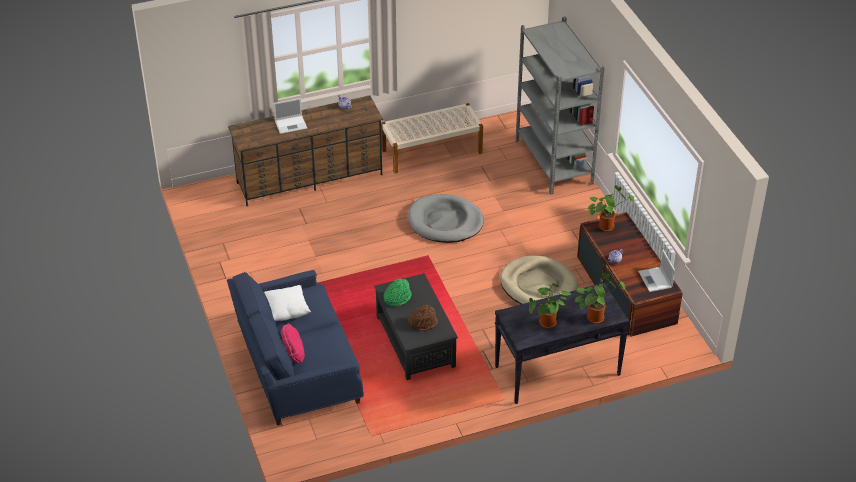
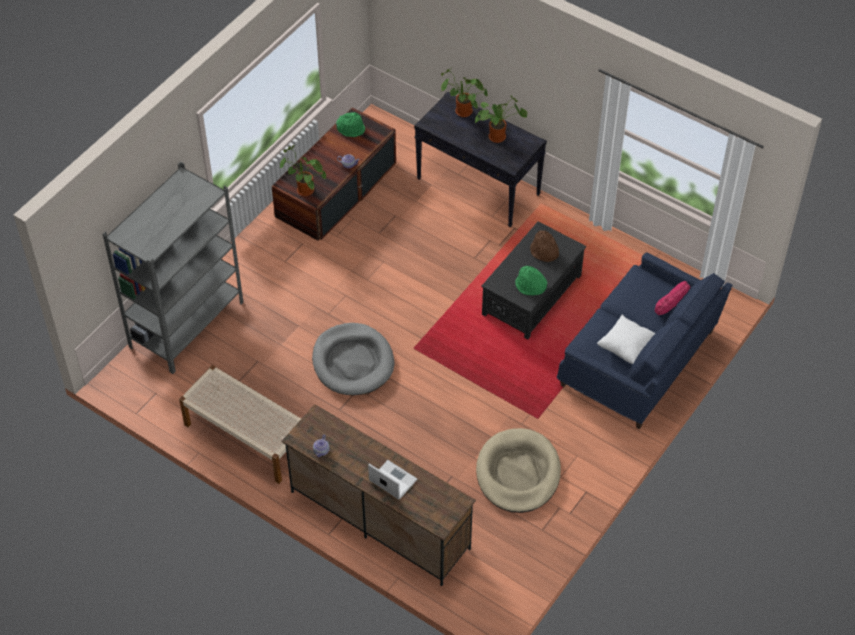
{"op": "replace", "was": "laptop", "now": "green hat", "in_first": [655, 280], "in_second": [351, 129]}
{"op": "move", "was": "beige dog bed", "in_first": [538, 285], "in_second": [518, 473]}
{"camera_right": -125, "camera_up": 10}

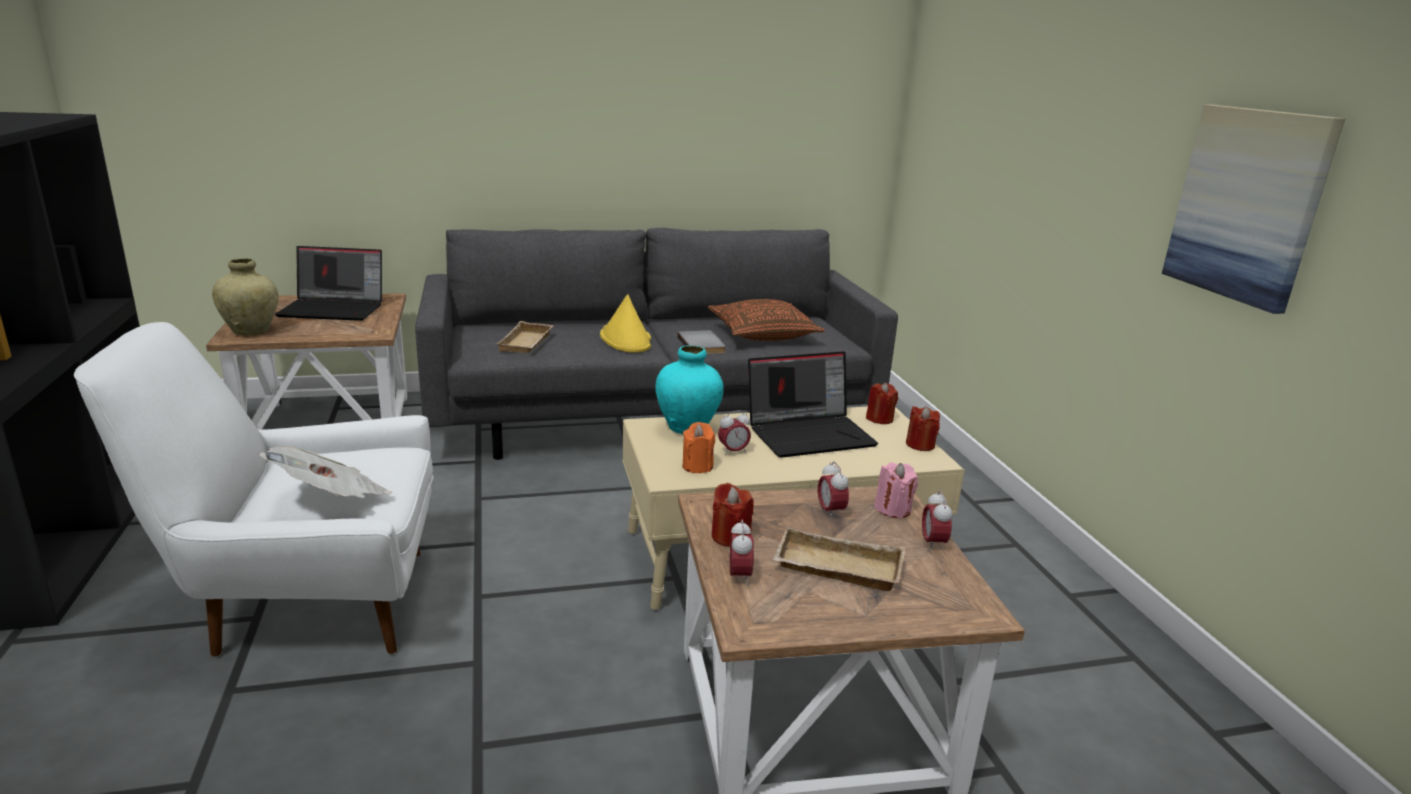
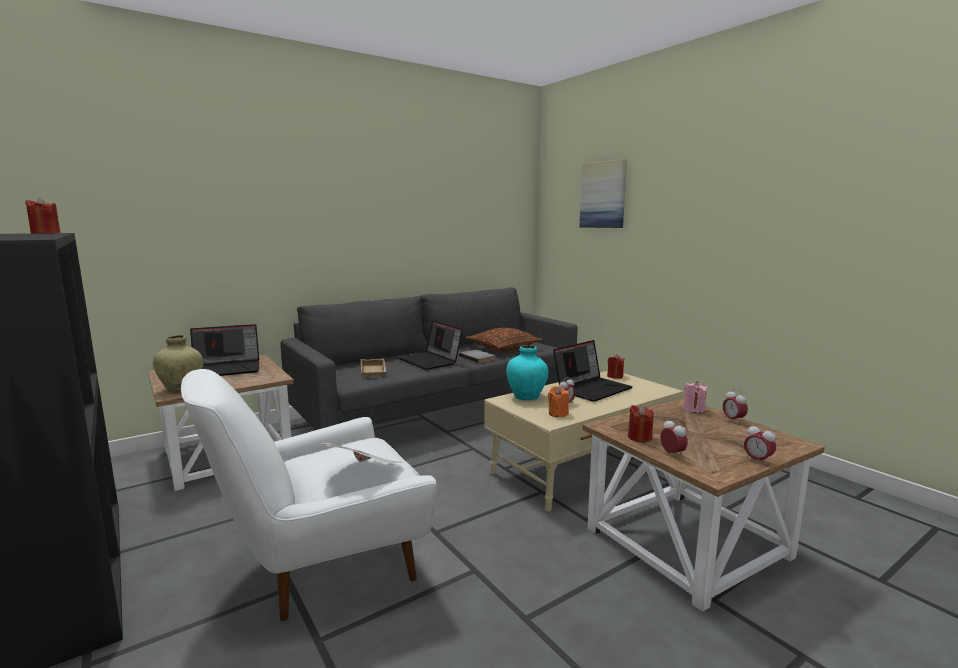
{"op": "move", "was": "red candle", "in_first": [920, 445], "in_second": [45, 233]}
{"op": "replace", "was": "yellow hat", "now": "laptop", "in_first": [626, 339], "in_second": [431, 361]}
{"op": "move", "was": "picture", "in_first": [1248, 205], "in_second": [603, 195]}
{"op": "move", "was": "alarm clock", "in_first": [830, 512], "in_second": [757, 460]}
{"op": "delete", "was": "beige tray", "in_first": [835, 569]}
{"camera_right": -20, "camera_up": -10}

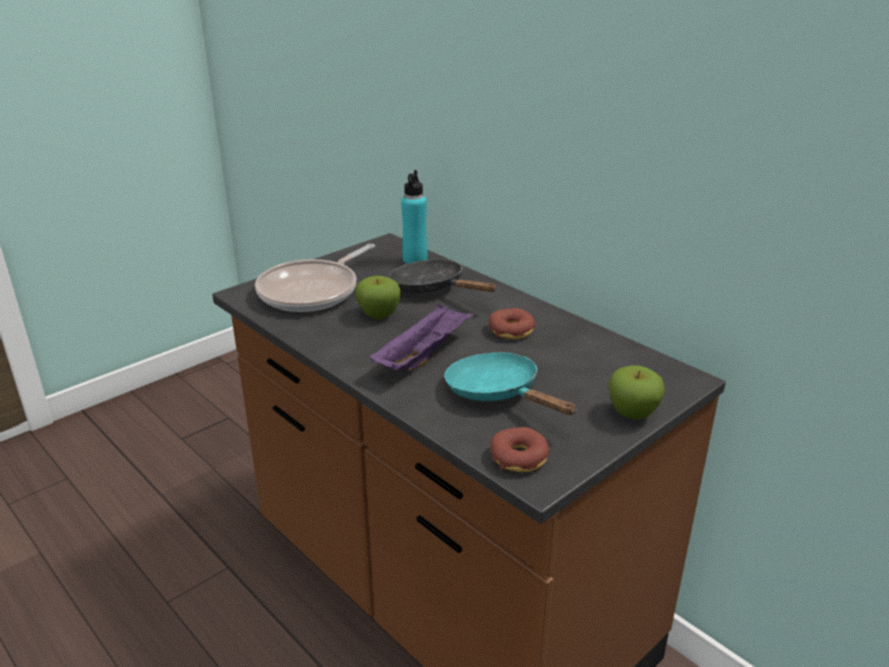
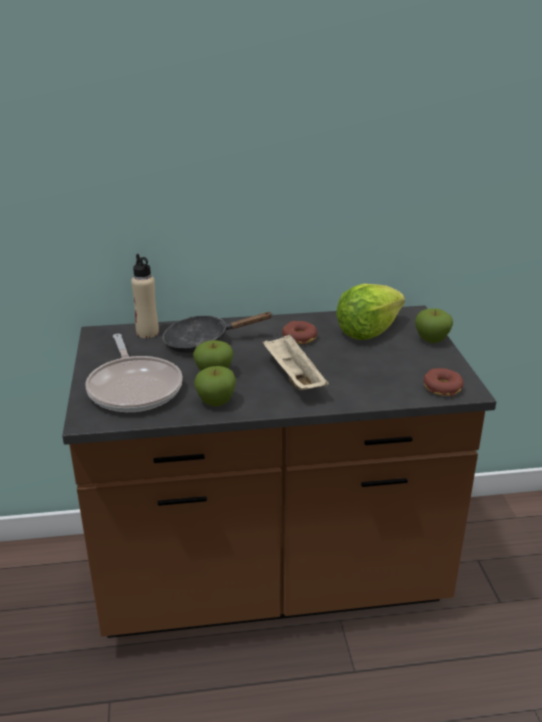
{"op": "recolor", "was": "turquoise bottle", "now": "beige bottle", "in_first": [414, 260], "in_second": [147, 333]}
{"op": "insert", "now": "apple", "in_second": [216, 402]}
{"op": "recolor", "was": "purple tray", "now": "beige tray", "in_first": [423, 355], "in_second": [292, 377]}
{"op": "insert", "now": "lettuce", "in_second": [368, 331]}
{"op": "delete", "was": "turquoise frying pan", "in_first": [498, 393]}
{"camera_right": -55, "camera_up": 0}

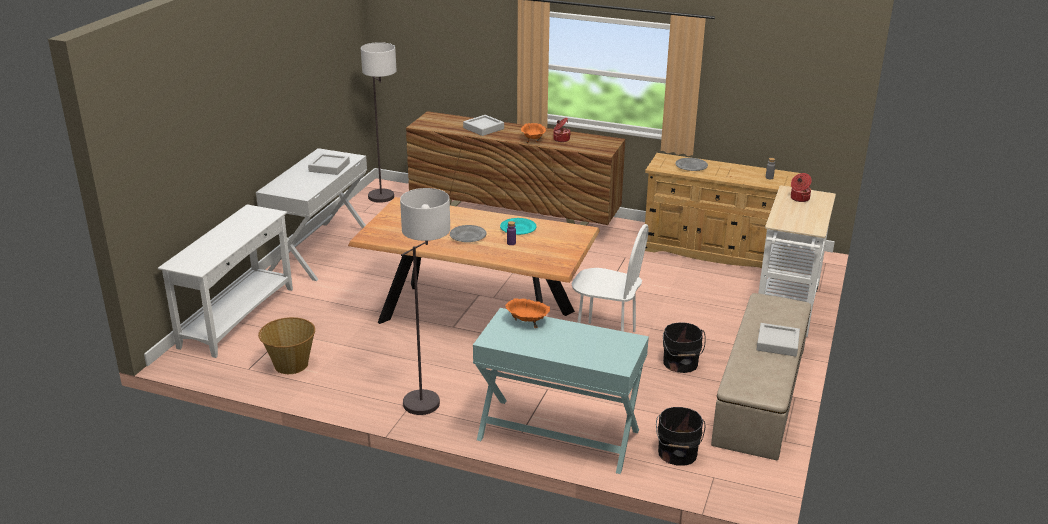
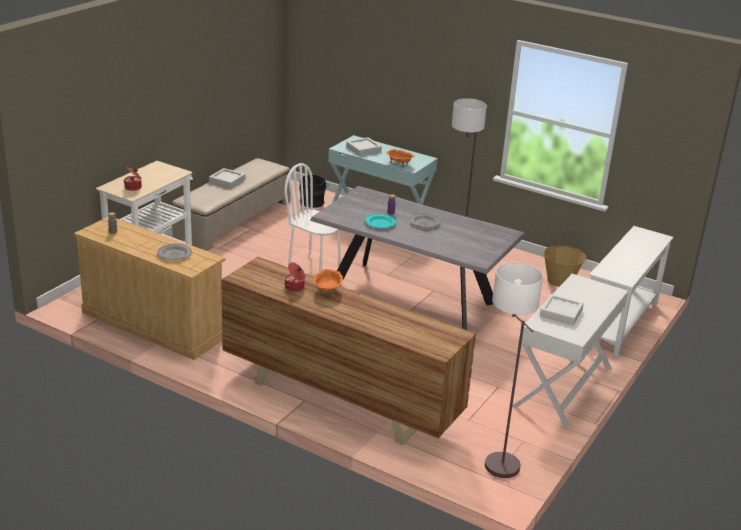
{"op": "recolor", "was": "brown dining table", "now": "grey dining table", "in_first": [477, 316], "in_second": [411, 296]}
{"op": "move", "was": "grey tray", "in_first": [483, 128], "in_second": [363, 149]}
{"op": "delete", "was": "black bucket", "in_first": [680, 364]}
{"camera_right": -170, "camera_up": 0}

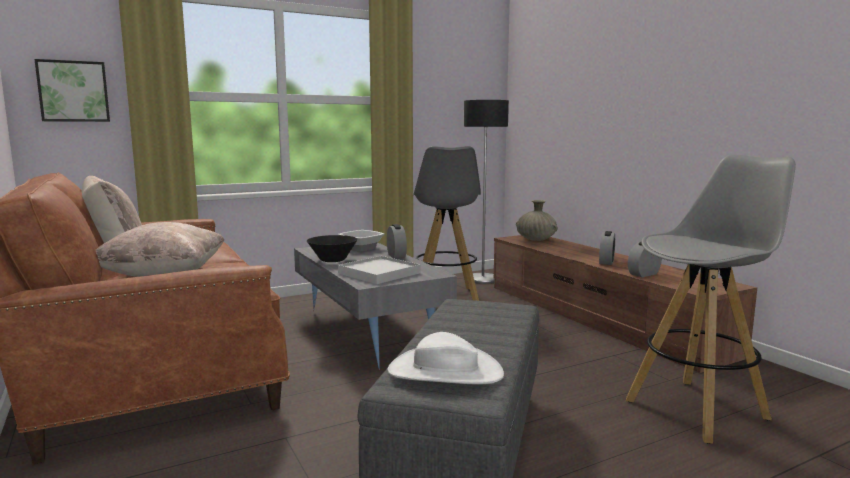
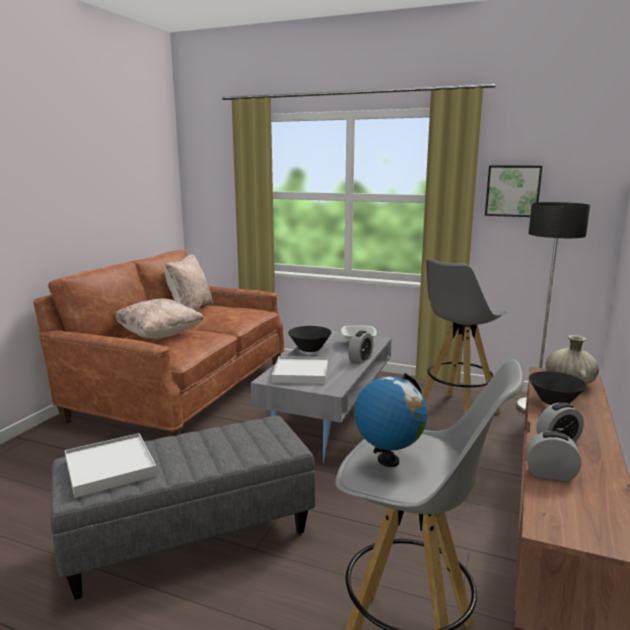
{"op": "replace", "was": "white hat", "now": "white tray", "in_first": [444, 372], "in_second": [110, 468]}
{"op": "insert", "now": "globe", "in_second": [388, 460]}
{"op": "move", "was": "picture", "in_first": [73, 91], "in_second": [513, 191]}
{"op": "insert", "now": "black bowl", "in_second": [554, 402]}
{"camera_right": 50, "camera_up": 5}

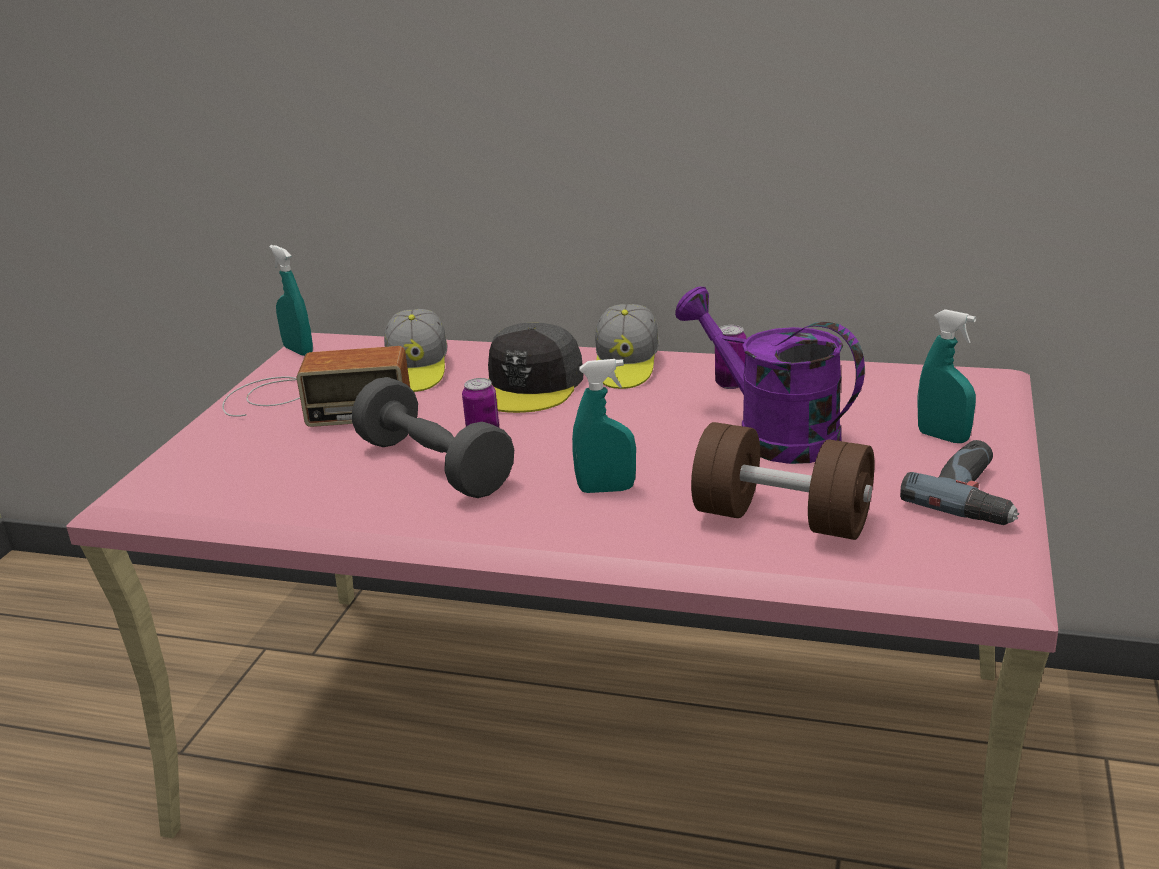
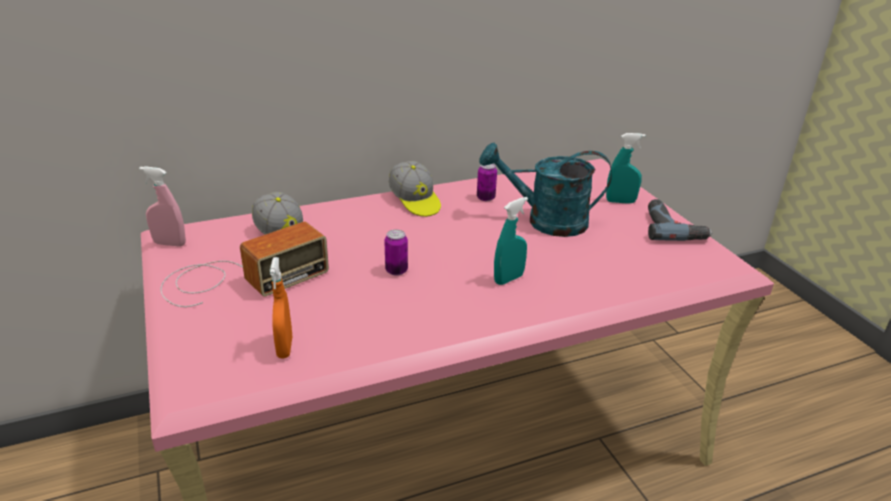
{"op": "recolor", "was": "turquoise spray bottle", "now": "pink spray bottle", "in_first": [298, 350], "in_second": [170, 244]}
{"op": "insert", "now": "orange spray bottle", "in_second": [285, 347]}
{"op": "recolor", "was": "purple watering can", "now": "turquoise watering can", "in_first": [772, 434], "in_second": [546, 221]}
{"op": "delete", "was": "grey dumbbell", "in_first": [434, 466]}
{"op": "delete", "was": "grey cap", "in_first": [531, 385]}
{"op": "delete", "was": "brown dumbbell", "in_first": [782, 519]}
{"camera_right": -40, "camera_up": 5}

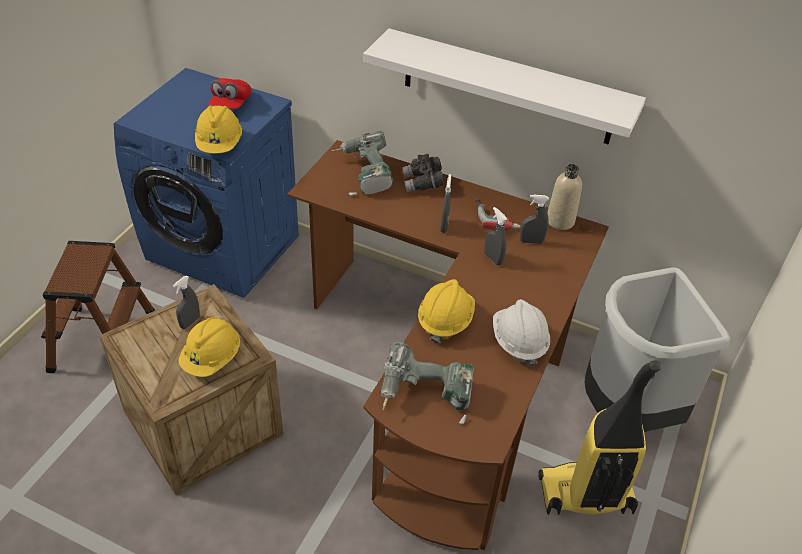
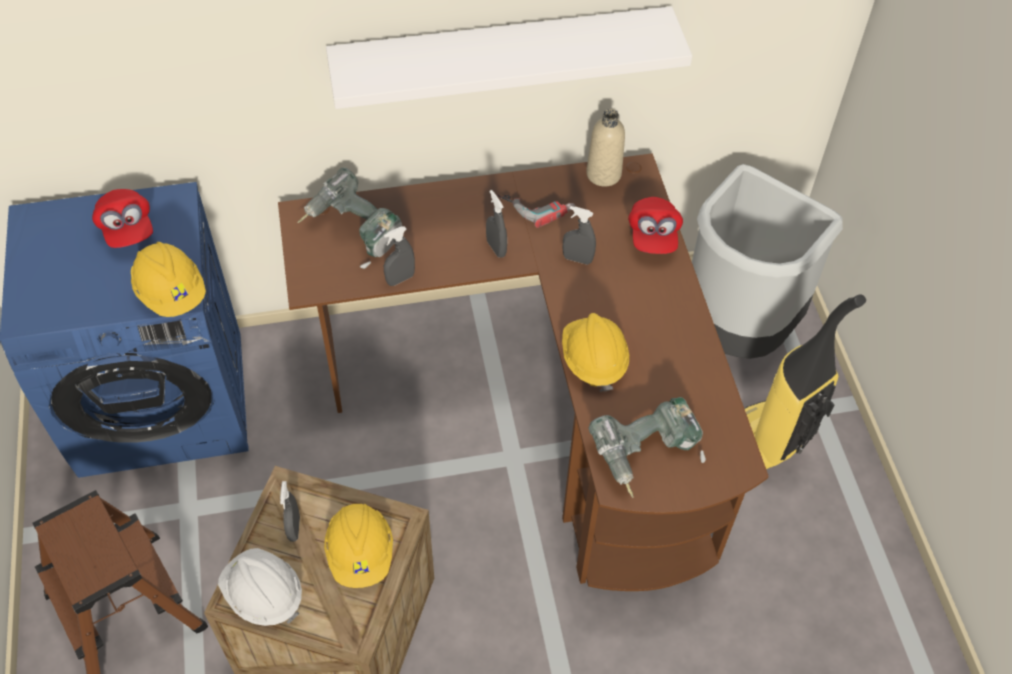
{"op": "move", "was": "white hard hat", "in_first": [518, 342], "in_second": [263, 595]}
{"op": "move", "was": "grey spray bottle", "in_first": [531, 241], "in_second": [400, 279]}
{"op": "insert", "now": "red cap", "in_second": [653, 236]}
{"op": "delete", "was": "grey binoculars", "in_first": [423, 183]}
{"camera_right": -35, "camera_up": 10}

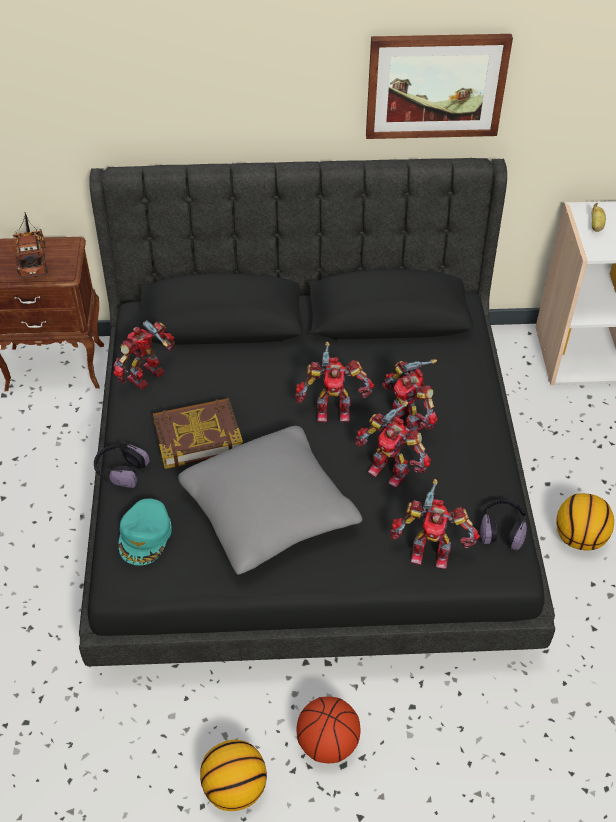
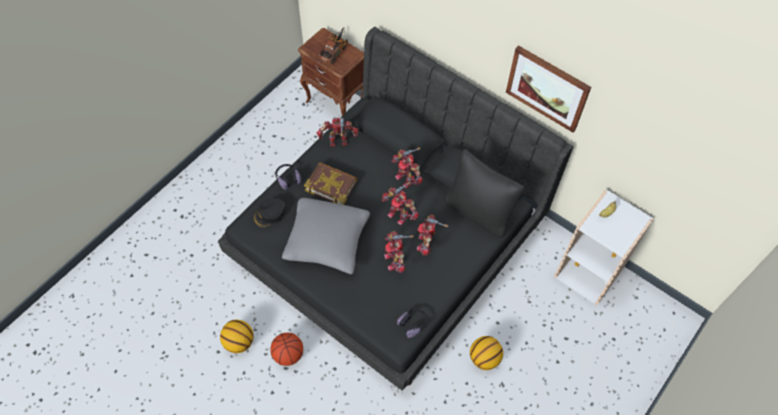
{"op": "recolor", "was": "turquoise cap", "now": "black cap", "in_first": [145, 536], "in_second": [269, 214]}
{"op": "move", "was": "toy robot", "in_first": [430, 551], "in_second": [406, 178]}
{"op": "insert", "now": "black pillow", "in_second": [478, 212]}
{"camera_right": 40, "camera_up": 10}

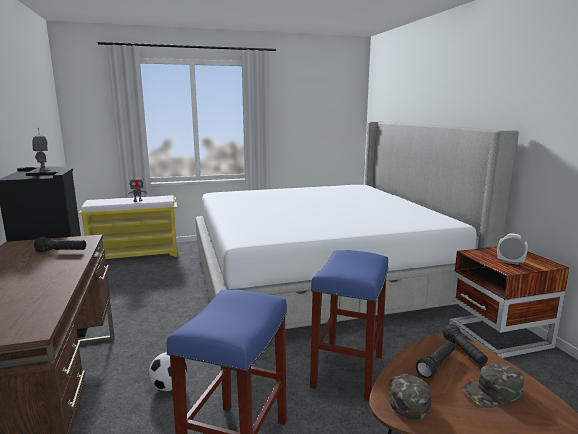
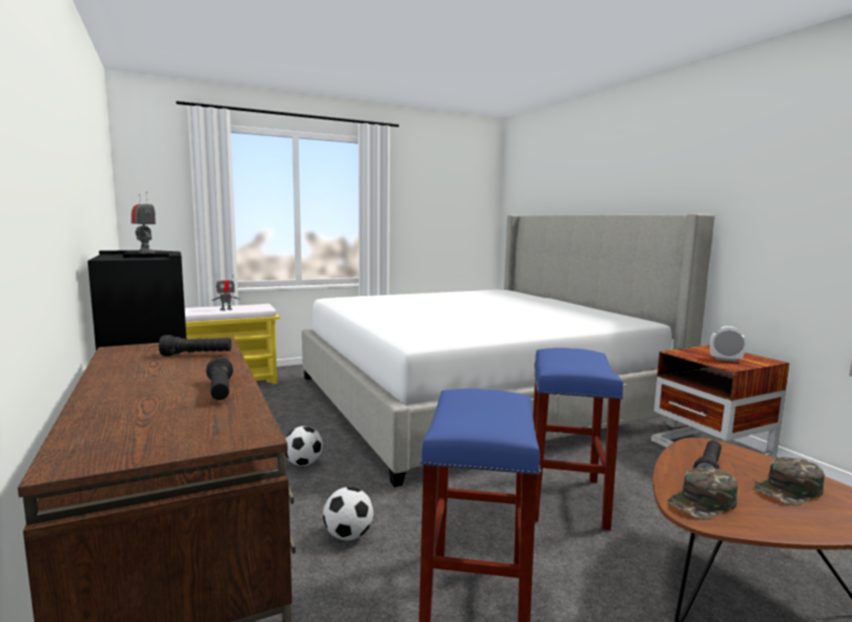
{"op": "move", "was": "black flashlight", "in_first": [464, 352], "in_second": [220, 391]}
{"op": "insert", "now": "football", "in_second": [303, 463]}
{"op": "rotate", "was": "green cap", "in_first": [407, 397], "in_second": [703, 502], "clockwise": -120}
{"camera_right": -10, "camera_up": -5}

